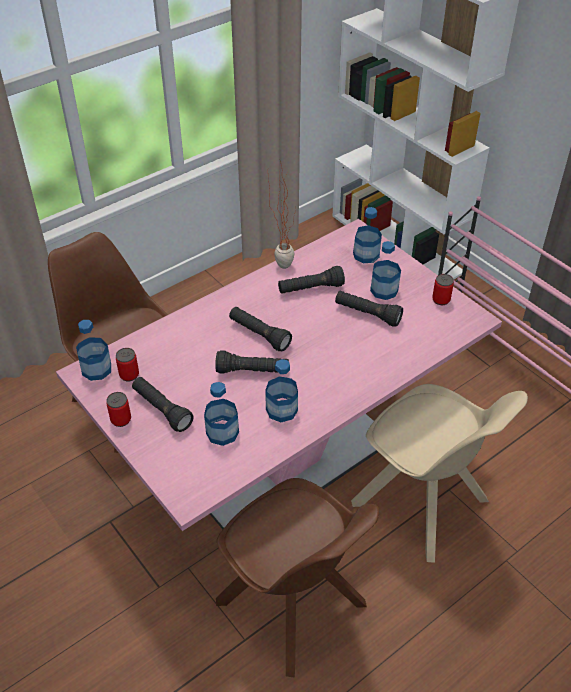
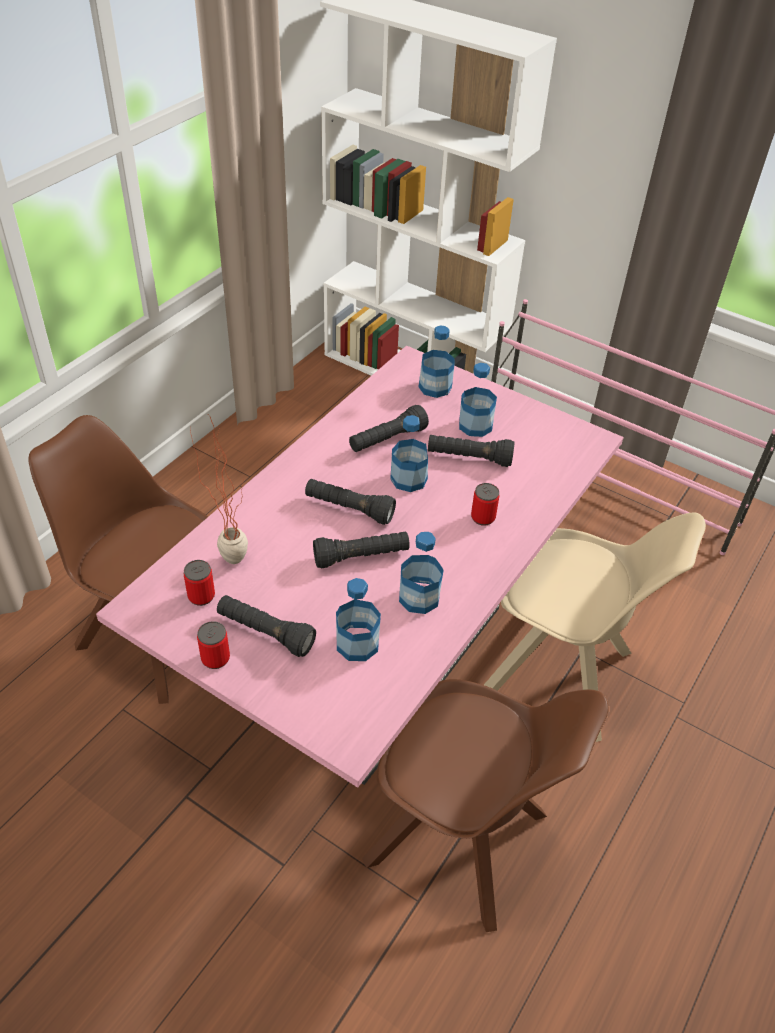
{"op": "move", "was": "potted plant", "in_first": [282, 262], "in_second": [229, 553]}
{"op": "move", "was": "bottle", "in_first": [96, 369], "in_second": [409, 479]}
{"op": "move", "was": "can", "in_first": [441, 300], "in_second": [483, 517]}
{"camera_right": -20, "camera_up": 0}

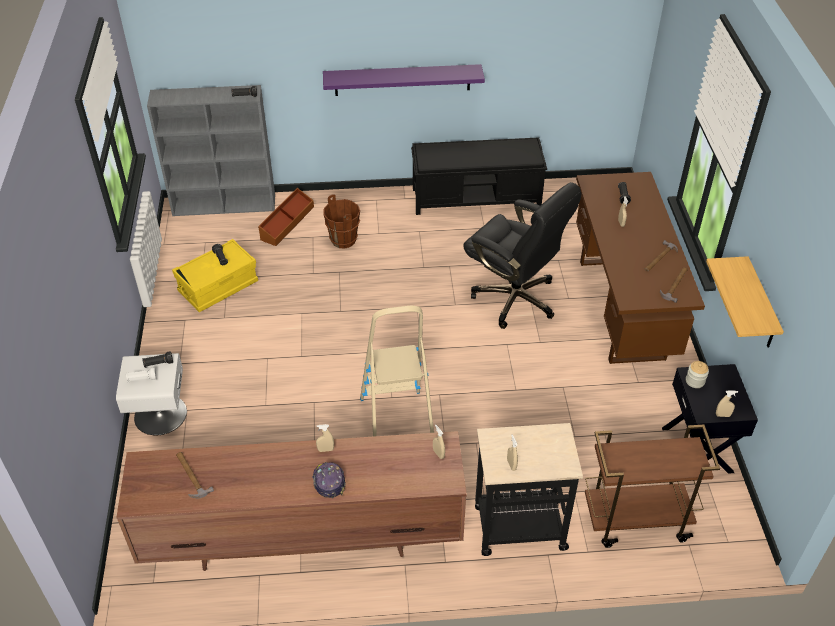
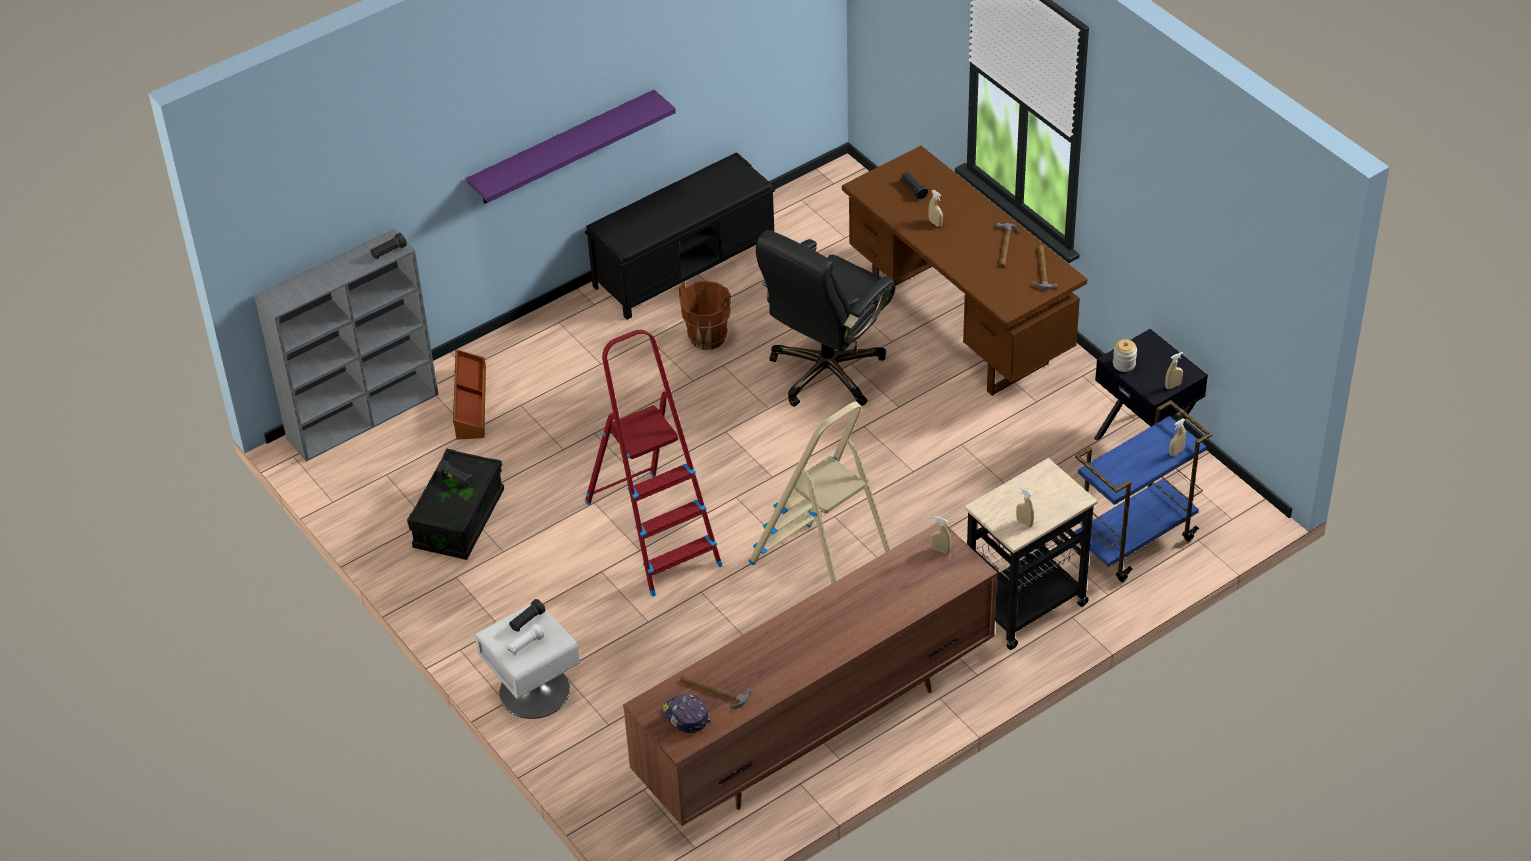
{"op": "recolor", "was": "yellow storage box", "now": "black storage box", "in_first": [218, 287], "in_second": [459, 520]}
{"op": "insert", "now": "red step ladder", "in_second": [653, 533]}
{"op": "move", "was": "cap", "in_first": [329, 481], "in_second": [685, 717]}
{"op": "move", "was": "brown bucket", "in_first": [344, 240], "in_second": [707, 337]}
{"op": "rotate", "was": "black office chair", "in_first": [513, 298], "in_second": [828, 370], "clockwise": 120}
{"op": "recolor", "was": "brown cart", "now": "blue cart", "in_first": [634, 523], "in_second": [1132, 545]}
{"op": "move", "was": "beige spray bottle", "in_first": [325, 449], "in_second": [1176, 452]}
{"op": "delete", "was": "shelf", "in_first": [760, 305]}
{"camera_right": -30, "camera_up": 0}

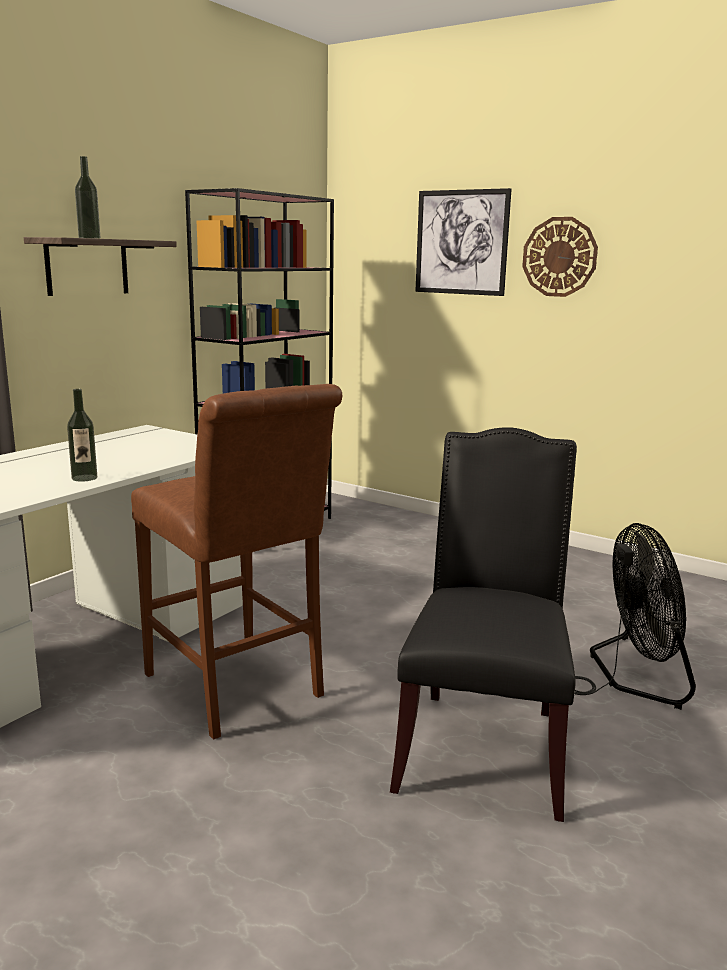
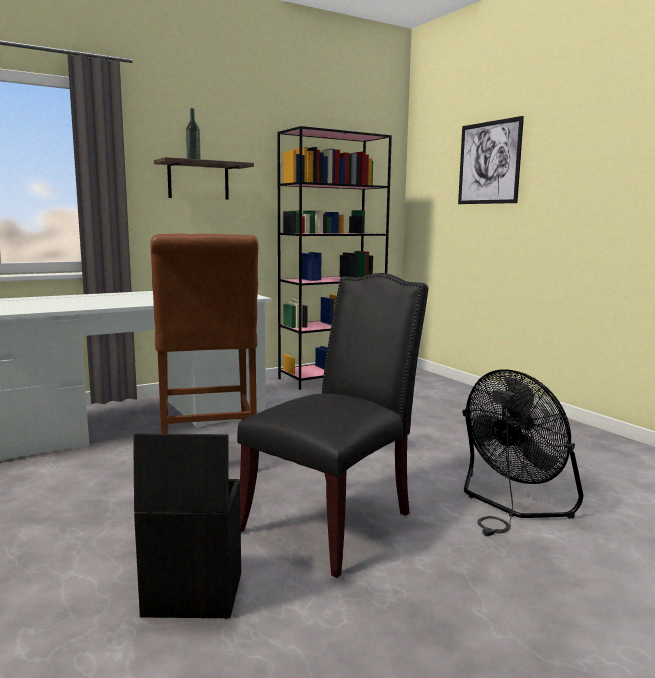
{"op": "insert", "now": "black storage box", "in_second": [191, 595]}
{"op": "rotate", "was": "black fan", "in_first": [623, 673], "in_second": [505, 503], "clockwise": -60}
{"op": "delete", "was": "bottle", "in_first": [84, 478]}
{"op": "delete", "was": "wall clock", "in_first": [559, 257]}
{"camera_right": 25, "camera_up": -5}

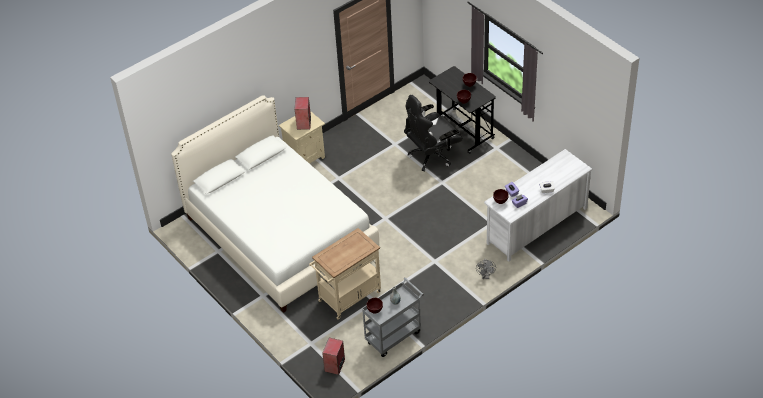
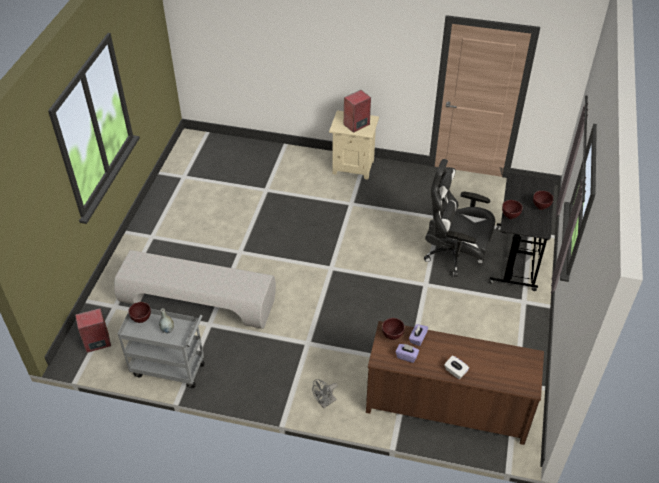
{"op": "replace", "was": "beige cart", "now": "grey bench", "in_first": [348, 297], "in_second": [198, 300]}
{"op": "recolor", "was": "white dresser", "now": "brown dresser", "in_first": [536, 225], "in_second": [446, 407]}
{"op": "delete", "was": "white bed", "in_first": [281, 234]}
{"camera_right": 50, "camera_up": 0}

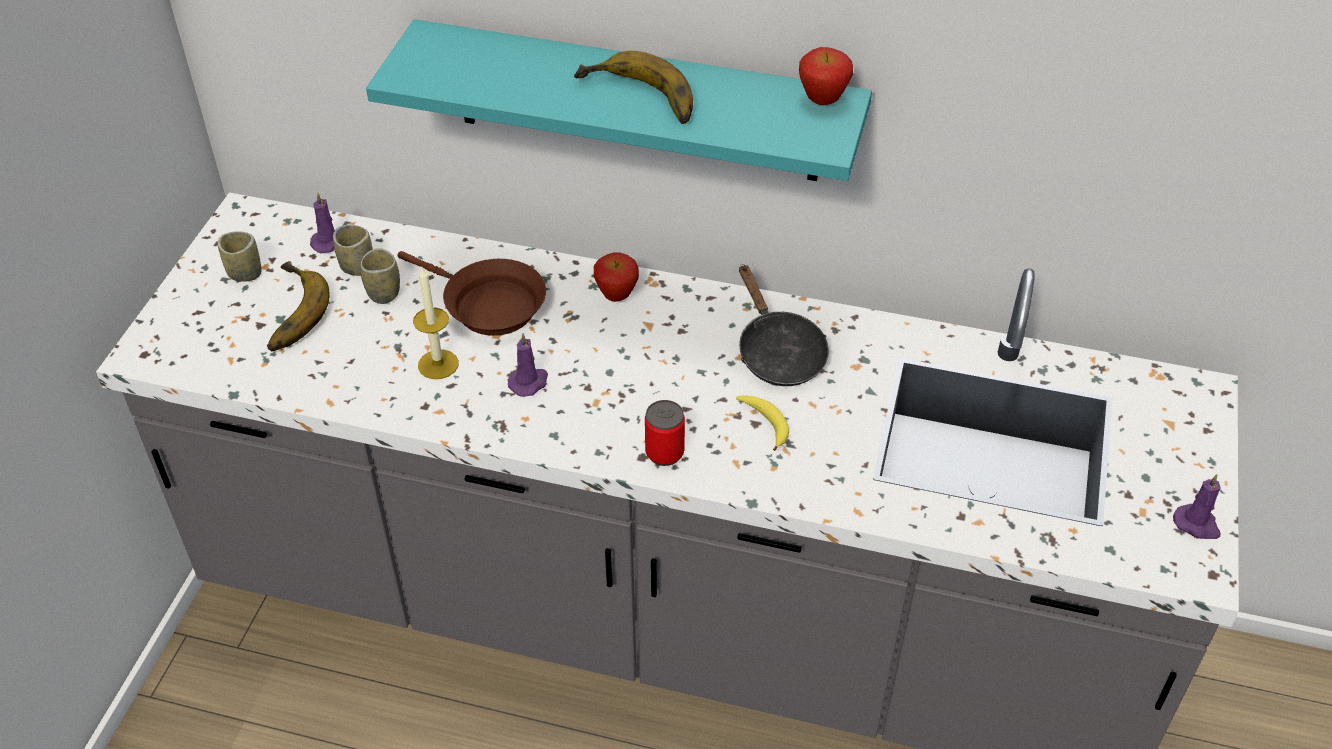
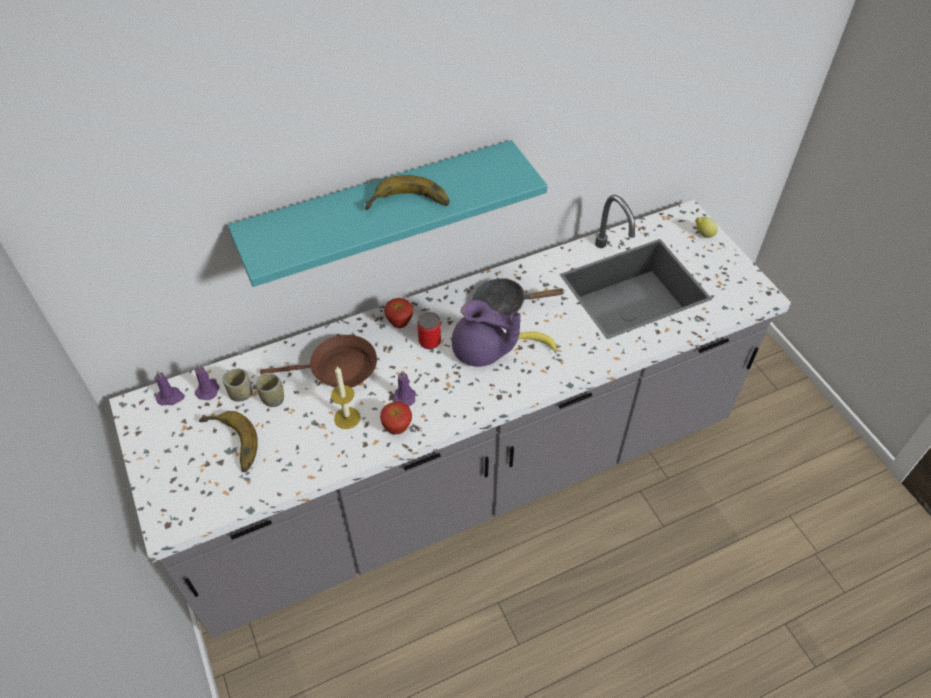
{"op": "move", "was": "purple candle", "in_first": [1197, 524], "in_second": [171, 397]}
{"op": "move", "was": "apple", "in_first": [822, 101], "in_second": [397, 429]}
{"op": "move", "was": "can", "in_first": [664, 452], "in_second": [429, 341]}
{"op": "insert", "now": "purple teapot", "in_second": [481, 352]}
{"op": "rotate", "was": "black frying pan", "in_first": [777, 352], "in_second": [505, 305], "clockwise": 150}
{"op": "insert", "now": "lemon", "in_second": [703, 234]}
{"op": "delete", "was": "cup", "in_first": [245, 273]}
{"camera_right": -40, "camera_up": 5}

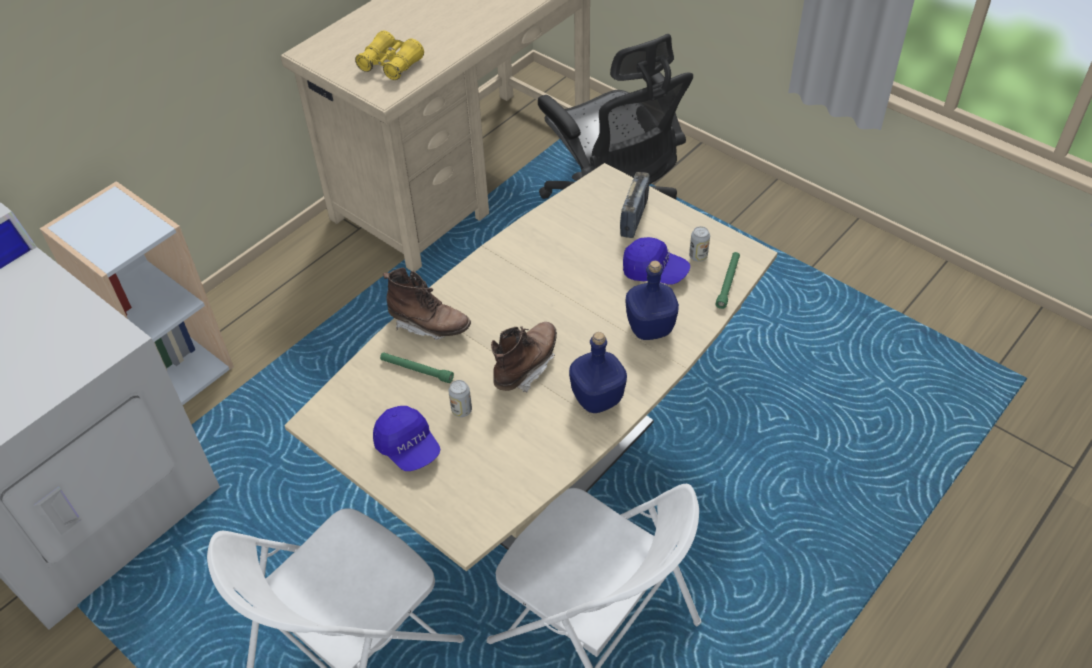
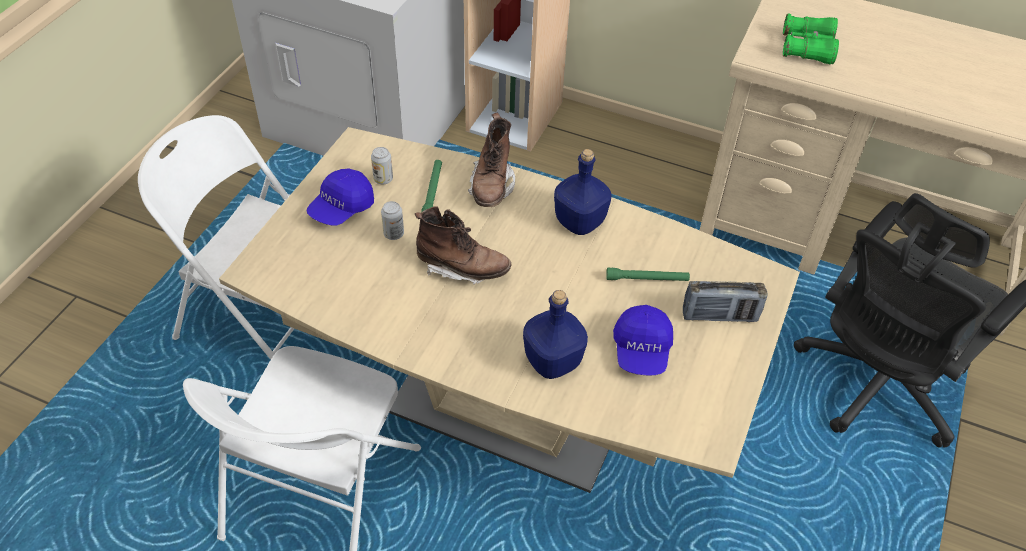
{"op": "move", "was": "can", "in_first": [698, 256], "in_second": [383, 179]}
{"op": "move", "was": "blue bottle", "in_first": [598, 399], "in_second": [579, 223]}
{"op": "move", "was": "green flashlight", "in_first": [728, 283], "in_second": [647, 279]}
{"op": "recolor", "was": "yellow binoculars", "now": "green binoculars", "in_first": [391, 65], "in_second": [807, 48]}
{"camera_right": 70, "camera_up": 0}

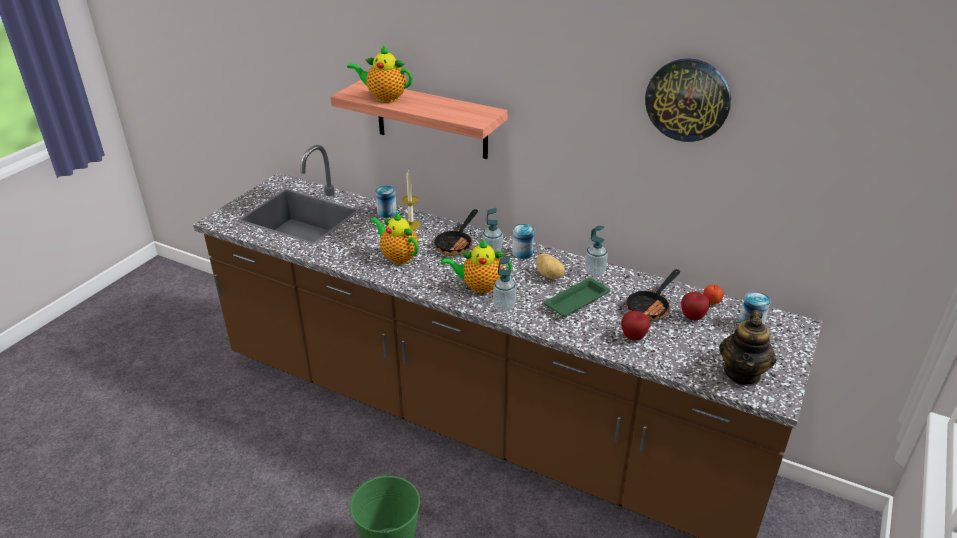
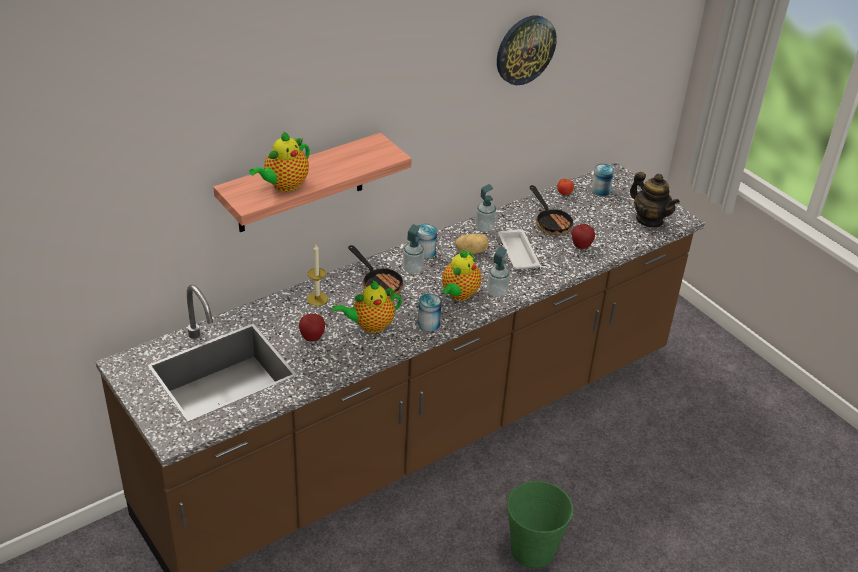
{"op": "move", "was": "apple", "in_first": [692, 317], "in_second": [312, 338]}
{"op": "move", "was": "can", "in_first": [387, 212], "in_second": [429, 323]}
{"op": "recolor", "was": "green tray", "now": "white tray", "in_first": [578, 301], "in_second": [517, 252]}
{"camera_right": -65, "camera_up": 5}

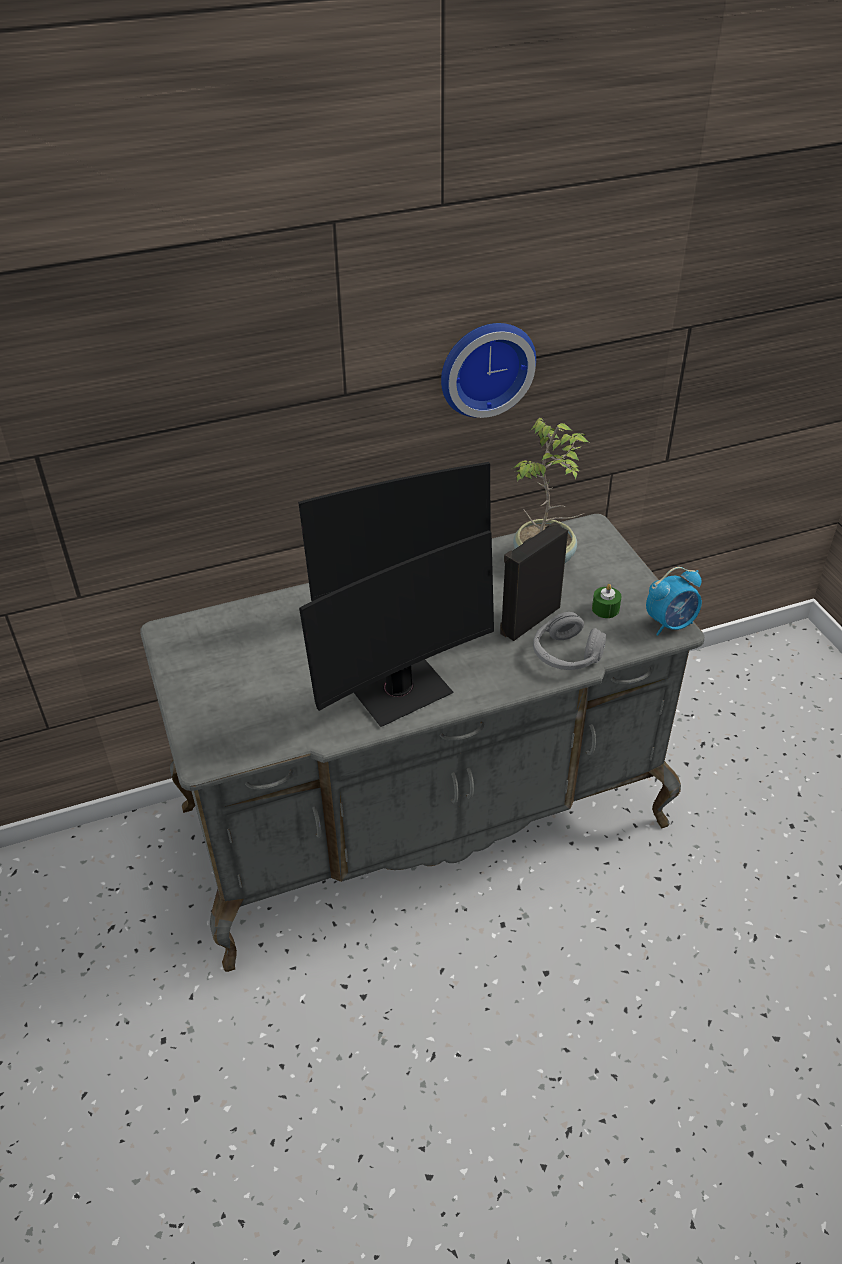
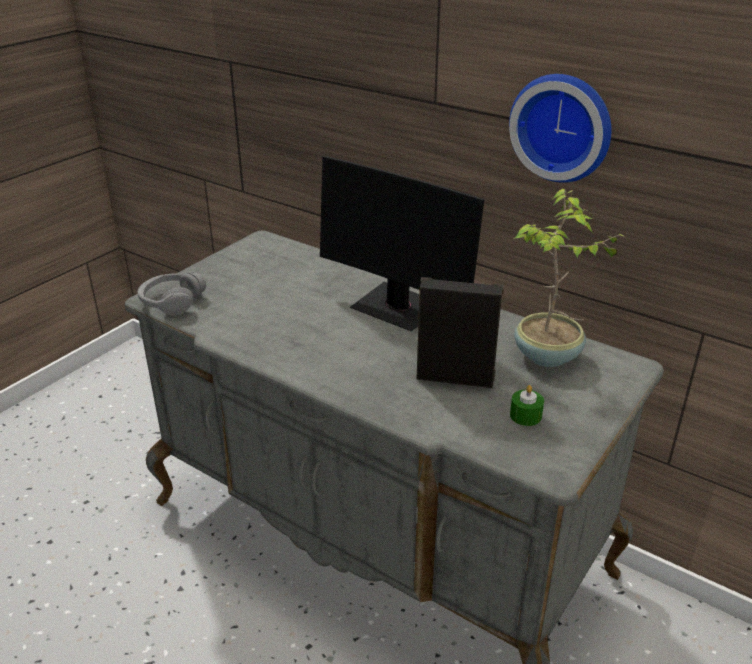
{"op": "move", "was": "grey headphones", "in_first": [566, 654], "in_second": [171, 302]}
{"op": "delete", "was": "monitor", "in_first": [400, 690]}
{"op": "delete", "was": "alarm clock", "in_first": [670, 624]}
{"camera_right": 55, "camera_up": -10}

